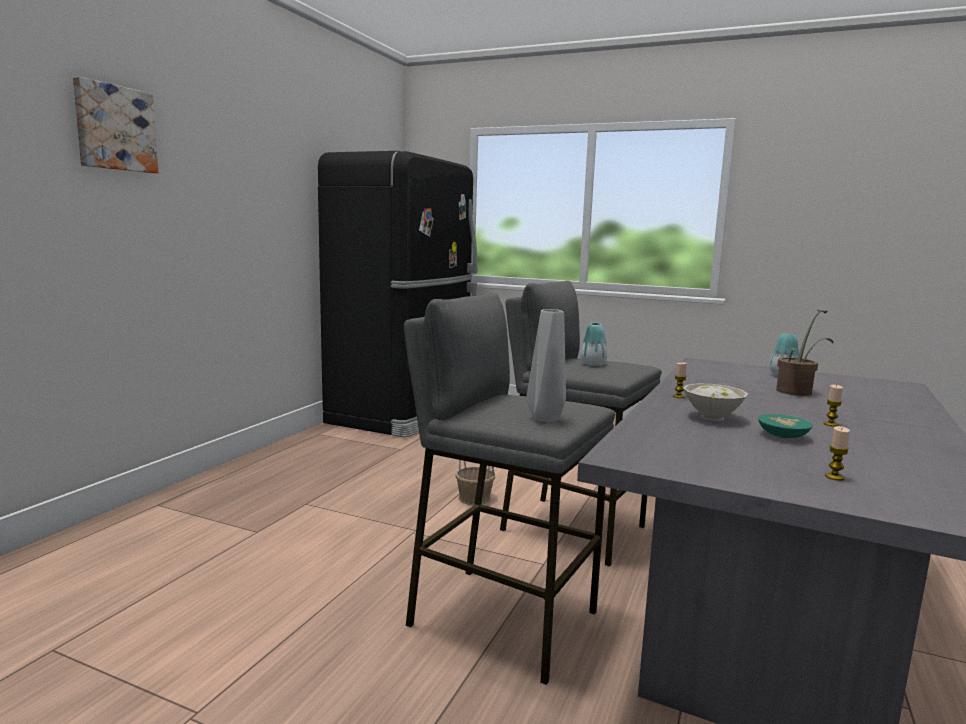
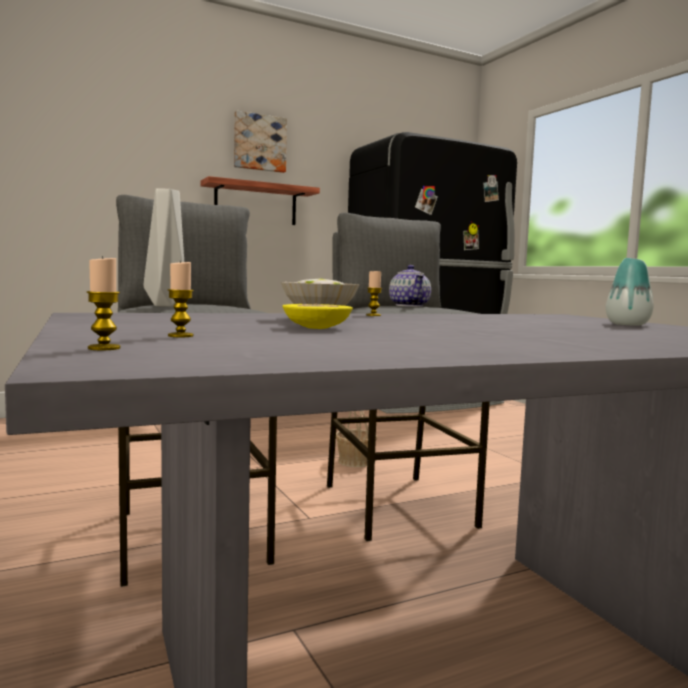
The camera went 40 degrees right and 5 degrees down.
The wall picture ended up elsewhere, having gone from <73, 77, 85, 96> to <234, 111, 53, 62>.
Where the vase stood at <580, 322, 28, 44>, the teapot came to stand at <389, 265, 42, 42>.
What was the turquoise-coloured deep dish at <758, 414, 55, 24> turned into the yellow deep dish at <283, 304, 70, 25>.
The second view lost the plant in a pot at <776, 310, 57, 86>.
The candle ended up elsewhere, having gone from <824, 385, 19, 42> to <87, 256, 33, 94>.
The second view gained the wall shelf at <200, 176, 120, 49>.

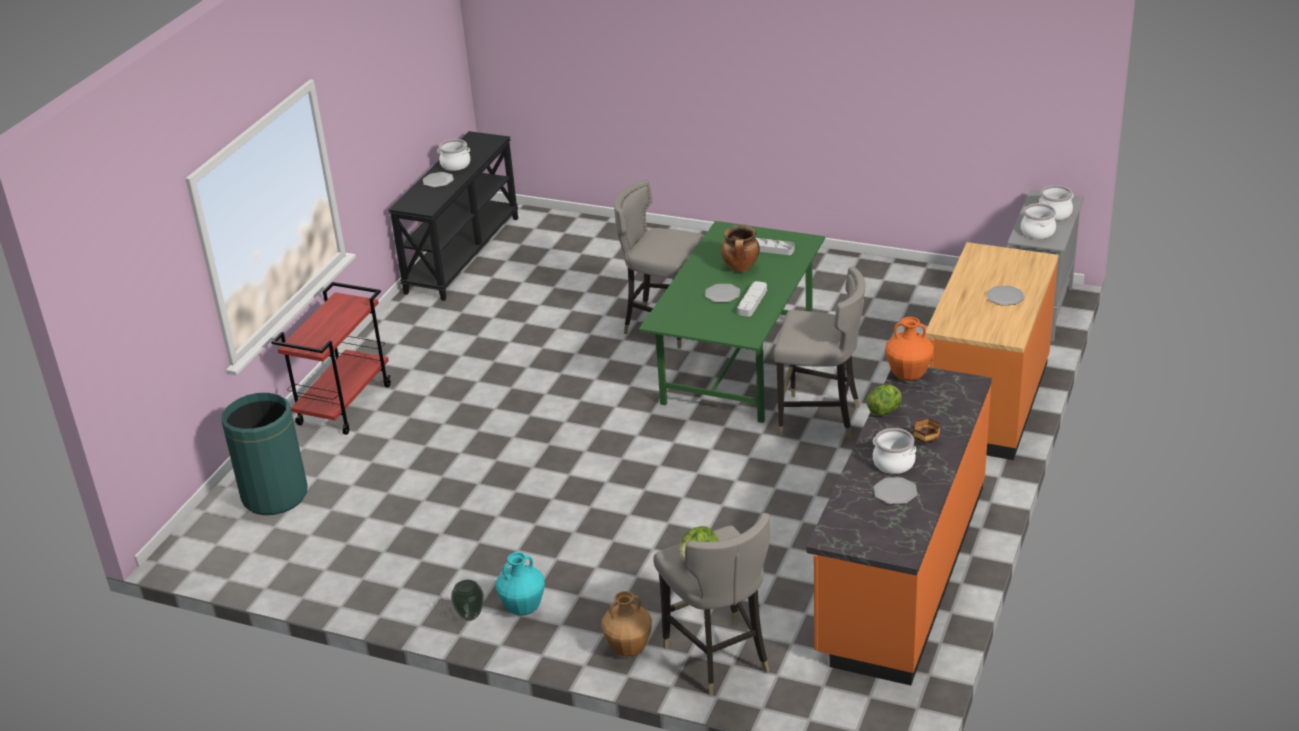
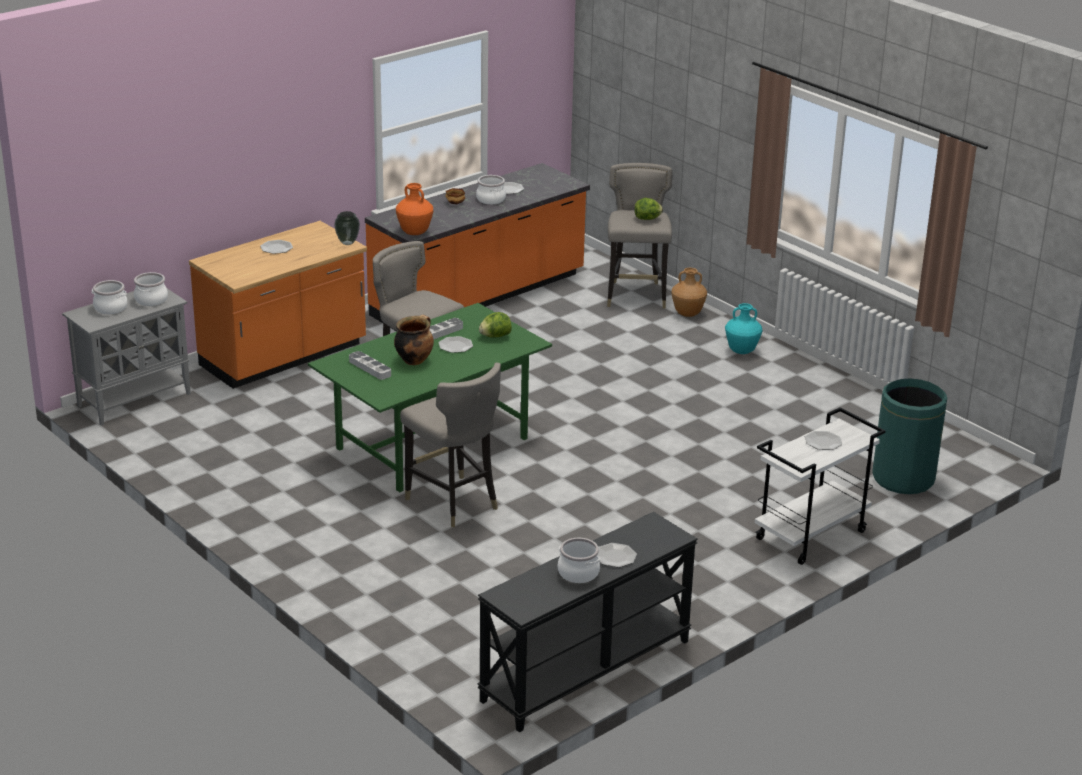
The camera went 155 degrees left and 5 degrees down.
What was the red-coloured wheeled cart at <271, 282, 120, 153> turned into the white-coloured wheeled cart at <755, 407, 130, 158>.
The vase ended up elsewhere, having gone from <451, 580, 33, 41> to <334, 211, 26, 34>.
The lettuce head ended up elsewhere, having gone from <866, 384, 36, 32> to <479, 312, 33, 26>.
The second view gained the plate at <805, 431, 37, 19>.

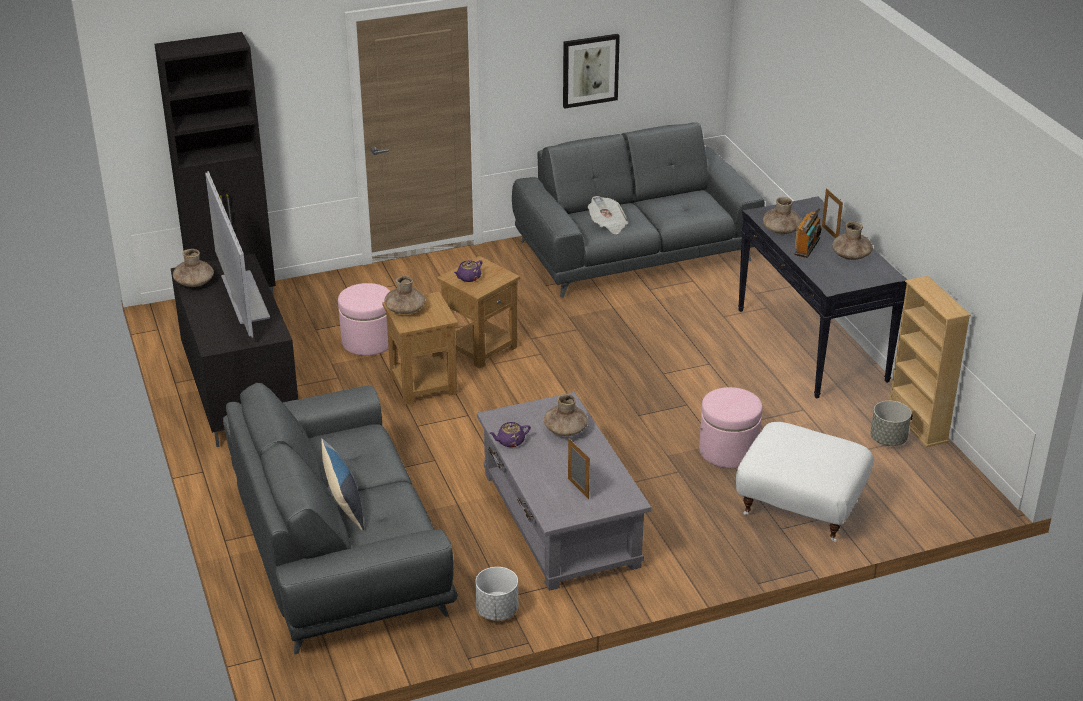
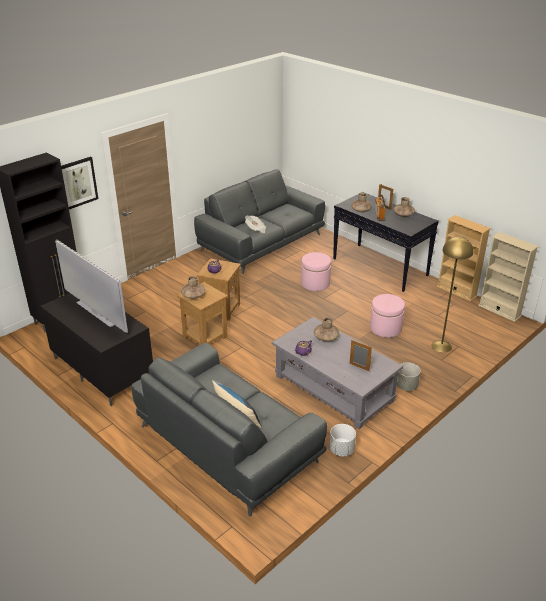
The camera went 25 degrees left and 0 degrees up.
The second view lost the brown-coloured vase at <173, 249, 41, 38>.
The pink-coloured pouffe ended up elsewhere, having gone from <338, 283, 52, 73> to <301, 252, 30, 39>.
The wall picture ended up elsewhere, having gone from <563, 34, 57, 75> to <61, 156, 37, 53>.
Where the white-coloured pouffe stood at <736, 422, 138, 120>, the yellow standard lamp came to stand at <431, 237, 42, 116>.
The greyish flower pot ended up elsewhere, having gone from <871, 401, 41, 45> to <397, 362, 23, 29>.
The second view gained the beige-coloured bookcase at <478, 232, 61, 90>.

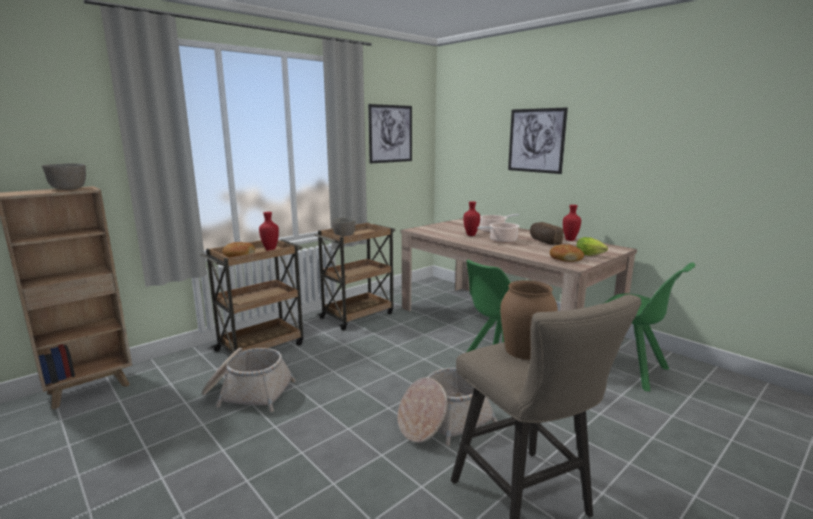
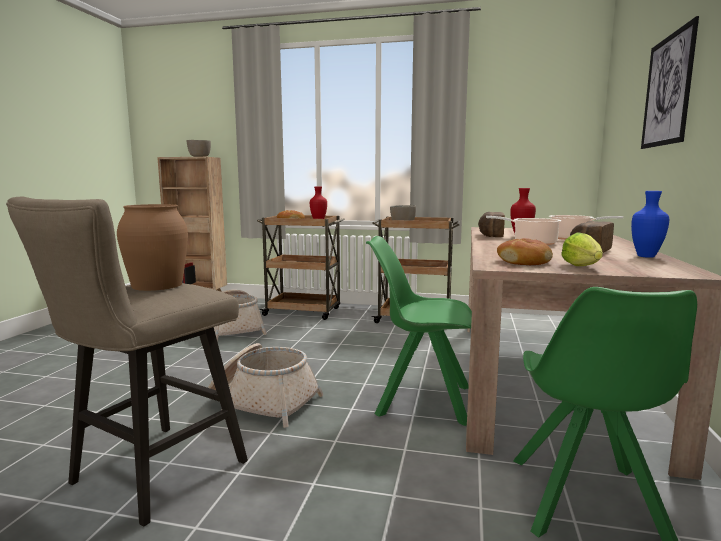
The camera went 55 degrees right and 5 degrees down.
The second view lost the wall picture at <368, 104, 44, 60>.
What was the red-coloured vase at <563, 205, 18, 36> turned into the blue vase at <631, 191, 38, 67>.
The second view gained the baked bread at <478, 212, 27, 25>.

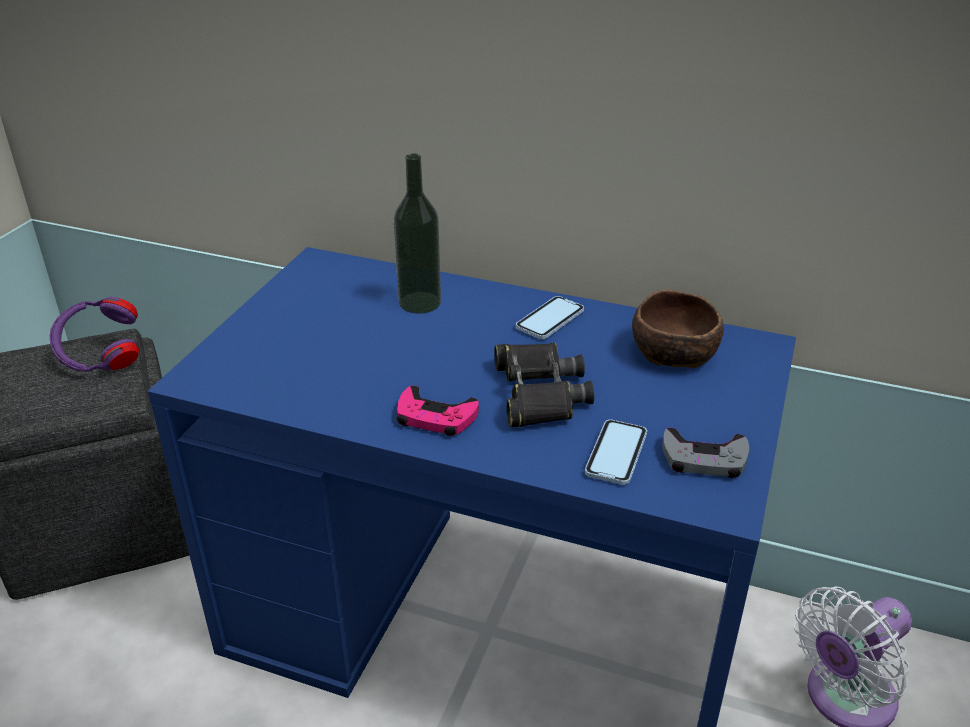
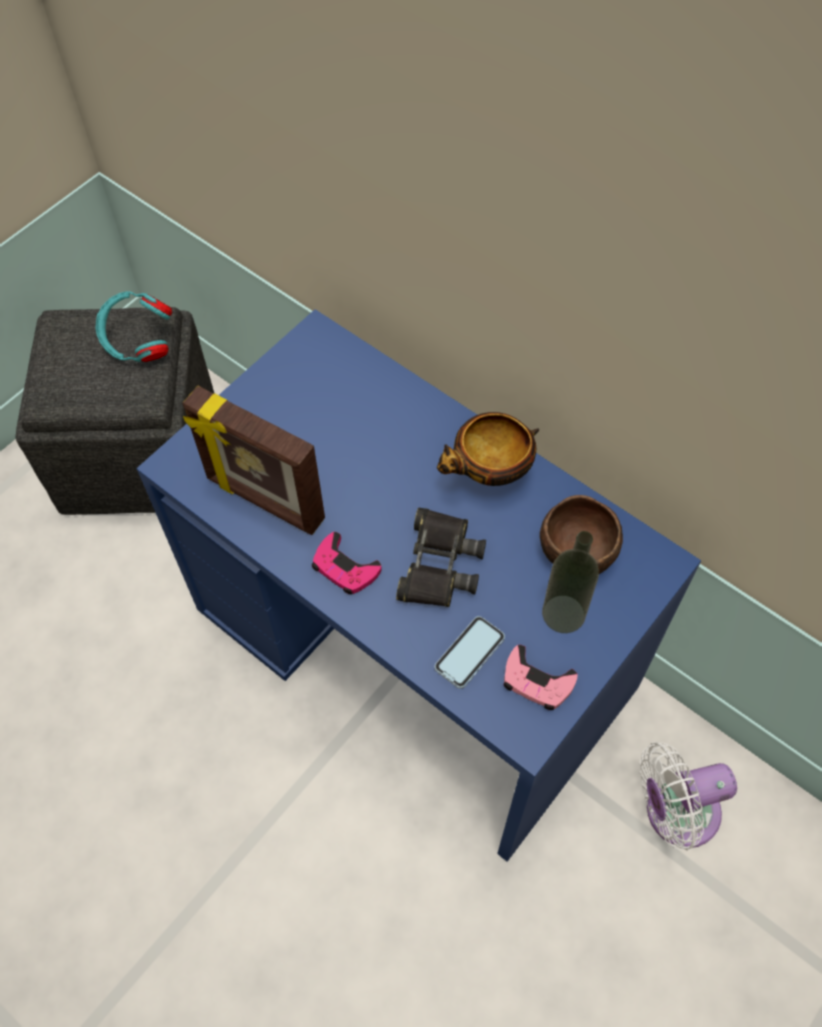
The camera went 20 degrees right and 25 degrees up.
What was the purple headphones at <50, 297, 89, 75> turned into the turquoise-coloured headphones at <95, 291, 77, 71>.
The beverage bottle ended up elsewhere, having gone from <394, 153, 47, 161> to <542, 531, 57, 102>.
Where the telephone stood at <516, 296, 68, 43>, the deep dish came to stand at <437, 412, 102, 74>.
What was the greyish gamepad at <662, 428, 87, 50> turned into the pink-coloured gamepad at <503, 645, 75, 65>.
The second view gained the picture frame at <183, 386, 142, 149>.

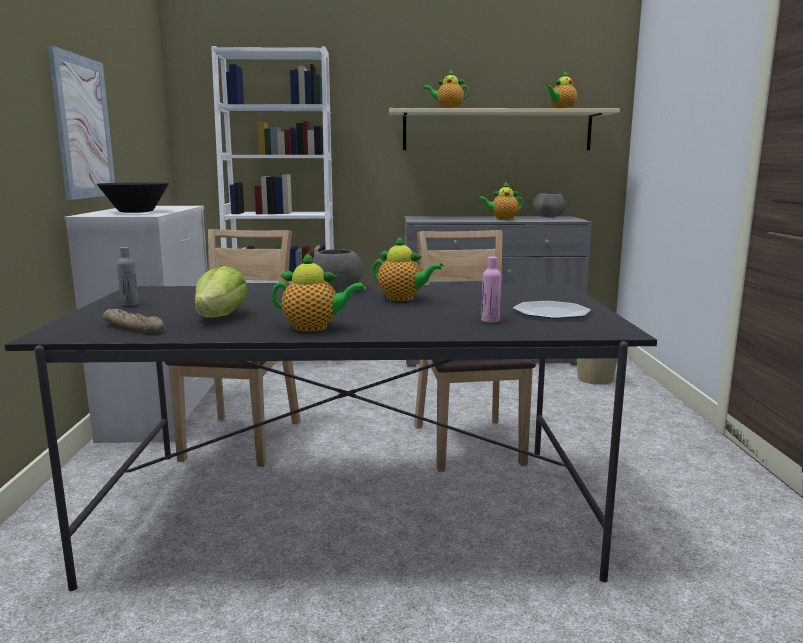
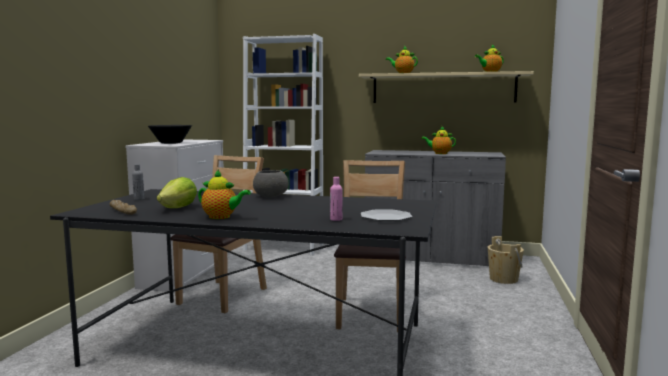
The camera went 15 degrees right and 5 degrees down.
The second view lost the wall picture at <47, 45, 68, 155>.
The second view lost the teapot at <372, 235, 72, 66>.
The second view lost the greyish deep dish at <532, 193, 34, 24>.

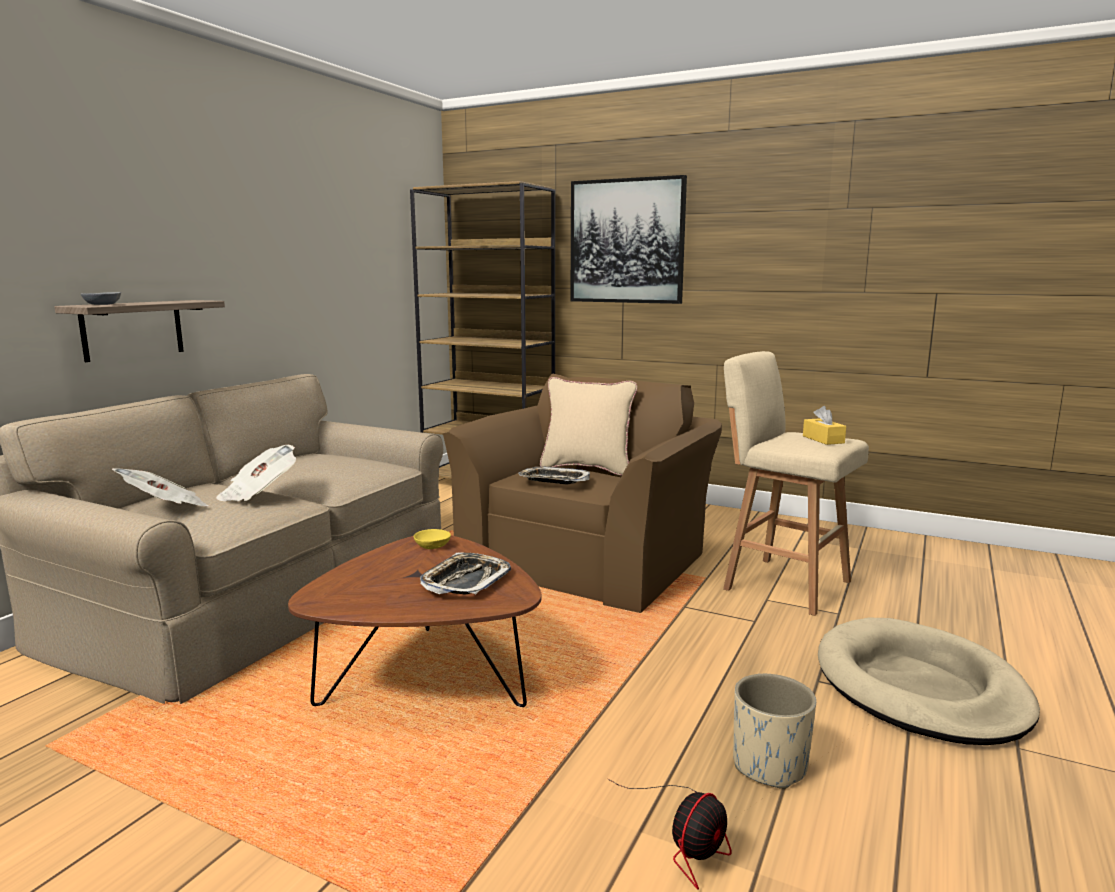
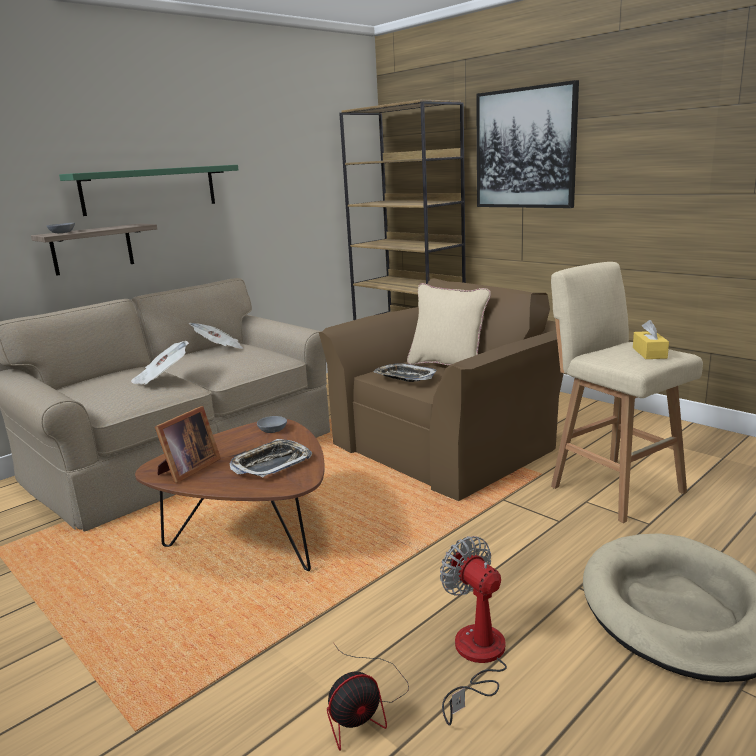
The camera went 20 degrees right and 5 degrees up.
The daily paper ended up elsewhere, having gone from <112, 468, 96, 38> to <189, 323, 55, 26>.
What was the yellow deep dish at <414, 529, 37, 20> turned into the greyish deep dish at <257, 416, 30, 17>.
Where the beige-coloured flower pot stood at <733, 674, 83, 115>, the fan came to stand at <440, 536, 67, 190>.
The second view gained the green wall shelf at <59, 165, 179, 51>.
The second view gained the picture frame at <155, 406, 66, 77>.

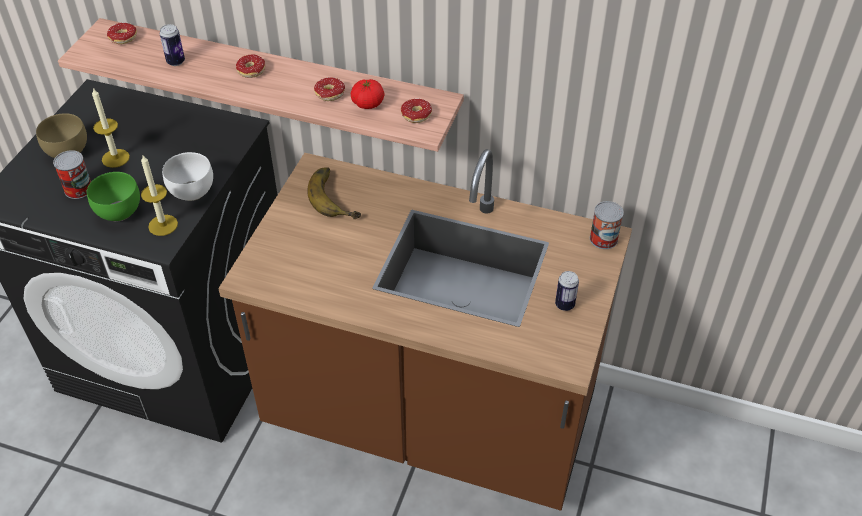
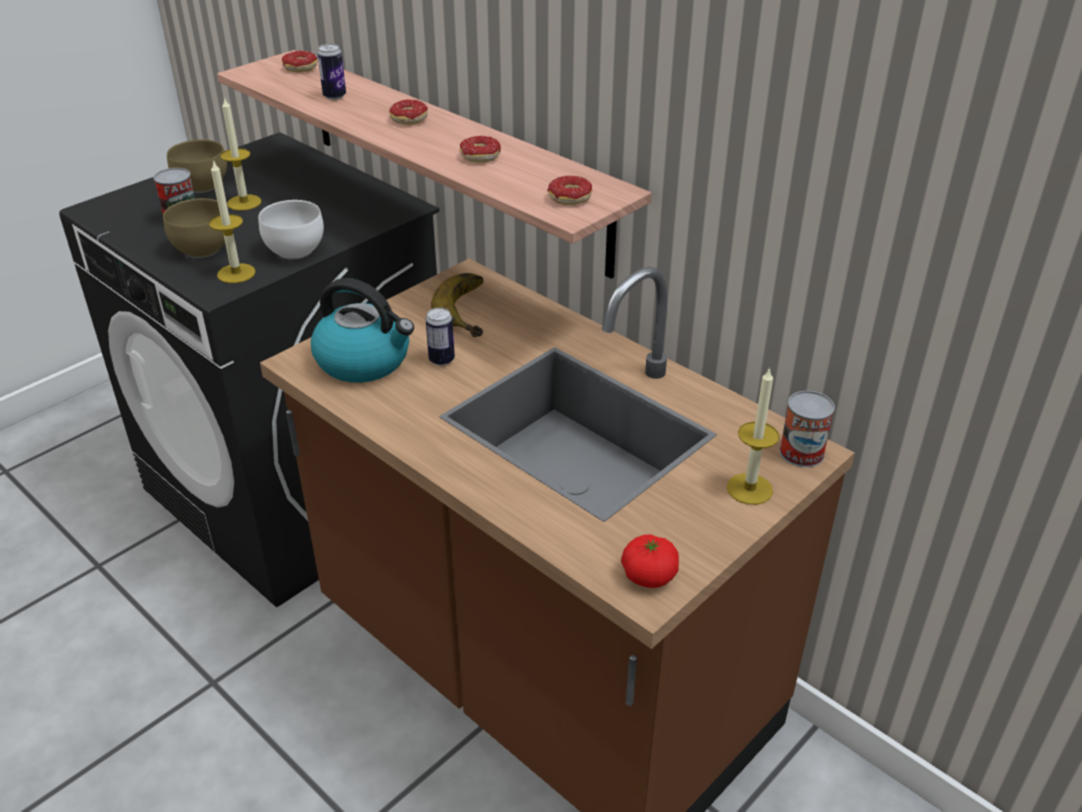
The camera went 25 degrees right and 10 degrees down.
What was the green deep dish at <87, 172, 53, 49> turned into the brown-coloured deep dish at <163, 198, 62, 60>.
The tomato ended up elsewhere, having gone from <351, 79, 33, 30> to <621, 535, 58, 53>.
The sealed can ended up elsewhere, having gone from <555, 271, 24, 40> to <426, 308, 29, 58>.
The second view gained the kettle at <311, 278, 103, 105>.
The second view gained the candle at <727, 367, 52, 138>.

